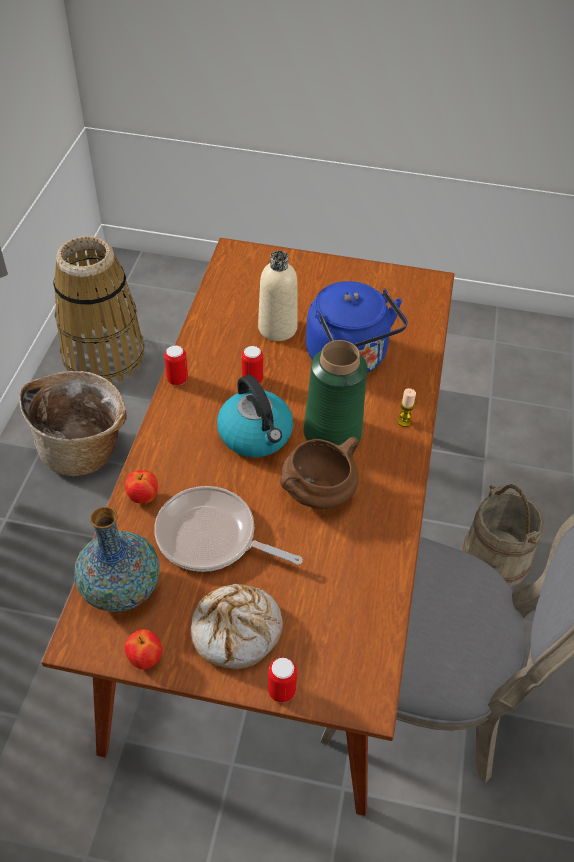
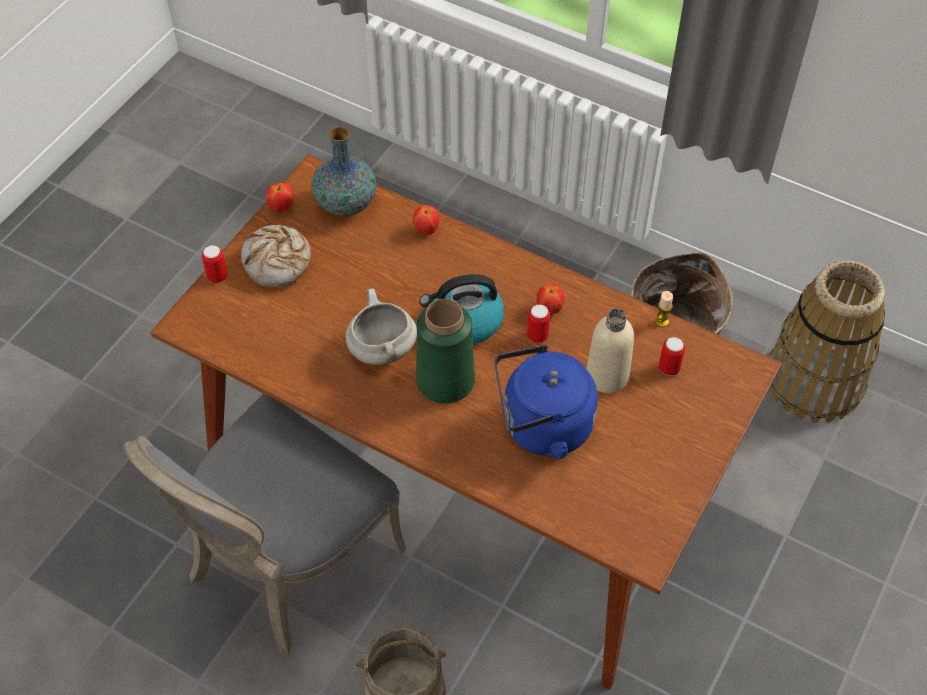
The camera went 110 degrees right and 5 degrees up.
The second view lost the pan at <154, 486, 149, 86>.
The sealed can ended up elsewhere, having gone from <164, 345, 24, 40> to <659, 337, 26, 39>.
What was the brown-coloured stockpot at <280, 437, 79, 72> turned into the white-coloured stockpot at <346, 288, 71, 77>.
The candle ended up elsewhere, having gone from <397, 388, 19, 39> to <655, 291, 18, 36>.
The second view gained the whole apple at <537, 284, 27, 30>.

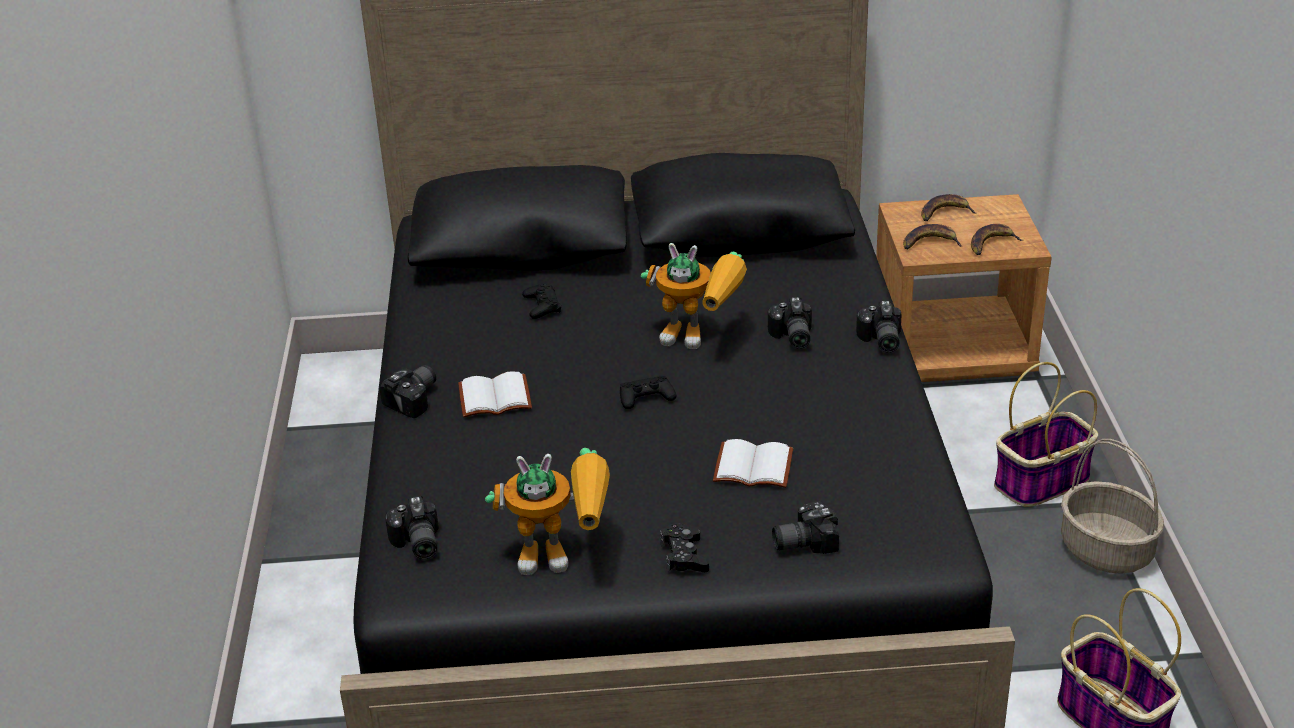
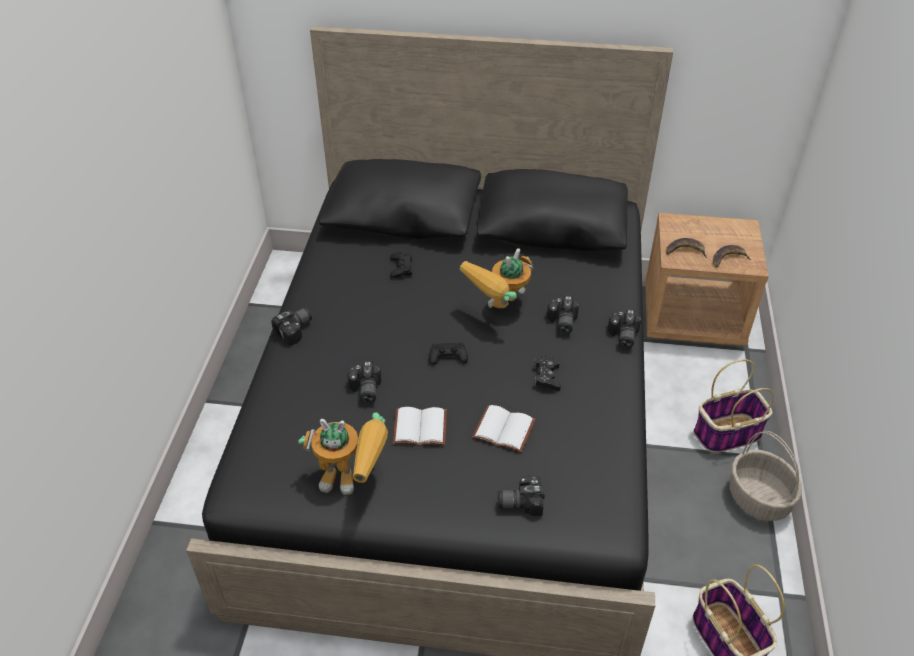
The camera went 10 degrees right and 10 degrees up.
The photo camera ended up elsewhere, having gone from <385, 496, 54, 63> to <347, 361, 34, 43>.
The white-coloured bound book ended up elsewhere, having gone from <458, 371, 74, 47> to <393, 407, 54, 39>.
The robot figure at <641, 243, 106, 106> ended up facing another way, 105 degrees clockwise from before.
The blackish gamepad ended up elsewhere, having gone from <660, 523, 49, 49> to <534, 356, 27, 35>.
The second view lost the banana at <921, 194, 55, 27>.

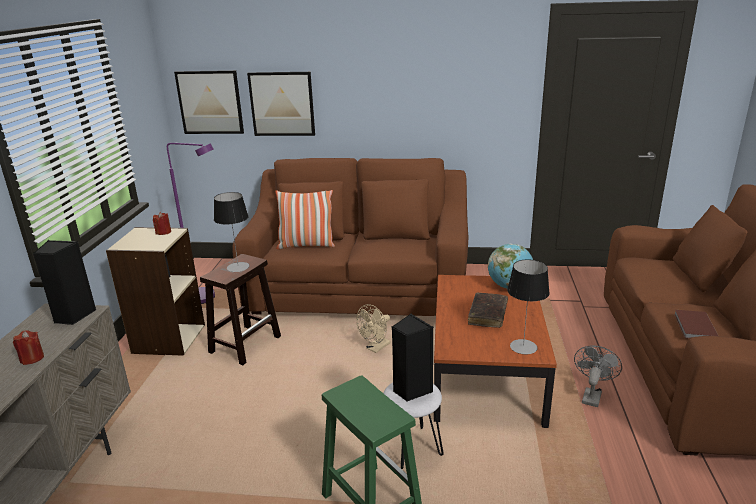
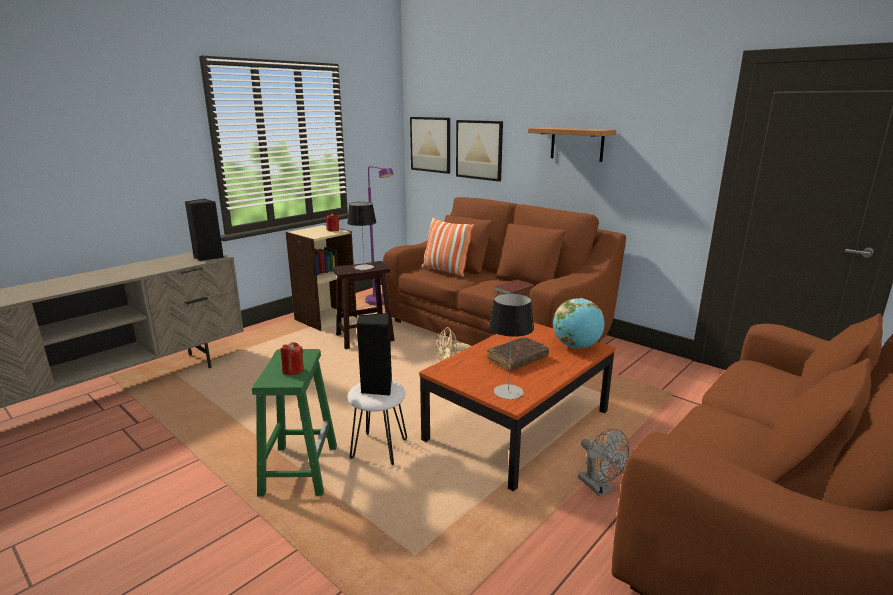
The camera went 35 degrees right and 5 degrees down.
The red-coloured candle ended up elsewhere, having gone from <13, 330, 31, 35> to <280, 342, 24, 33>.
The greyish fan at <574, 346, 48, 61> ended up facing another way, 90 degrees clockwise from before.
The brown-coloured bound book ended up elsewhere, having gone from <674, 310, 44, 29> to <494, 279, 40, 14>.
The second view gained the wall shelf at <528, 127, 88, 35>.

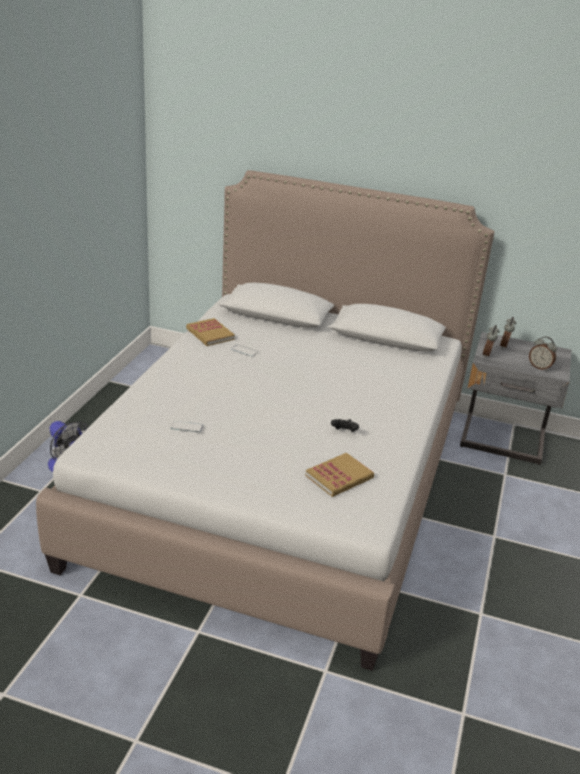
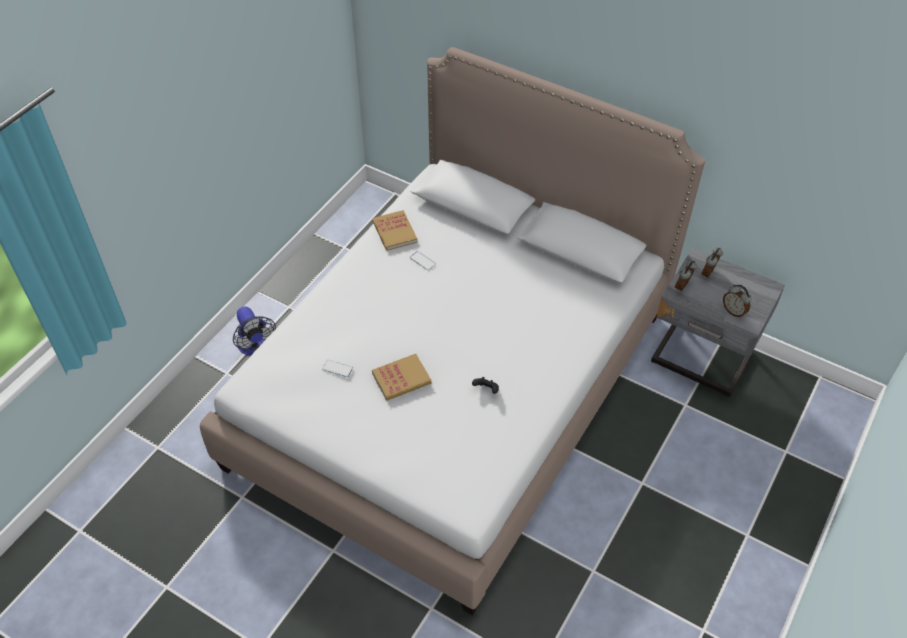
The camera went 15 degrees right and 20 degrees up.
The bound book ended up elsewhere, having gone from <305, 453, 69, 44> to <372, 354, 60, 47>.

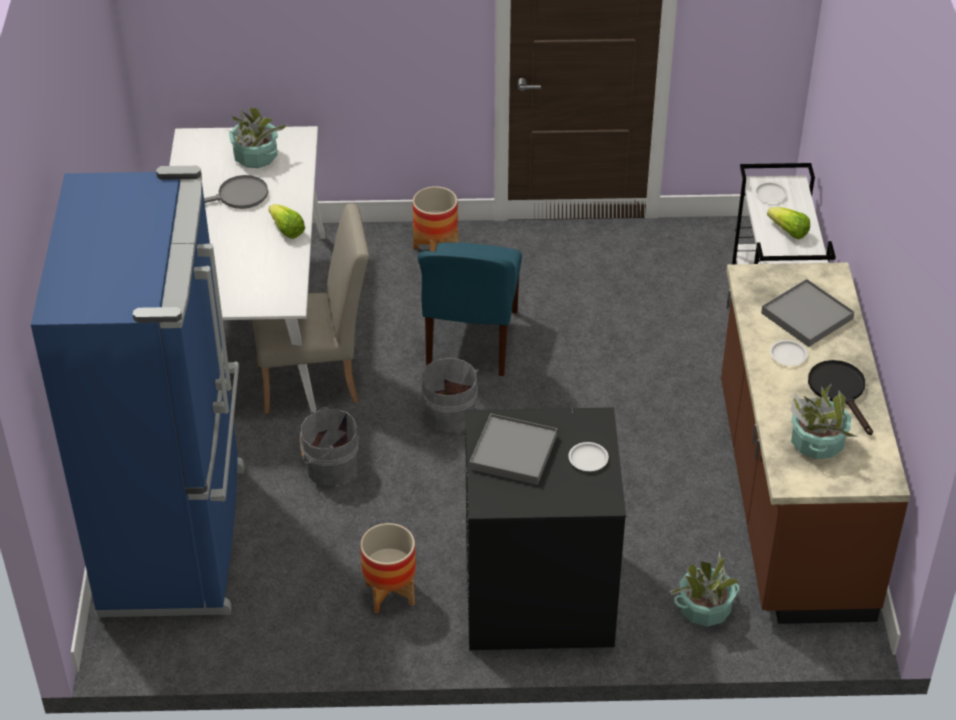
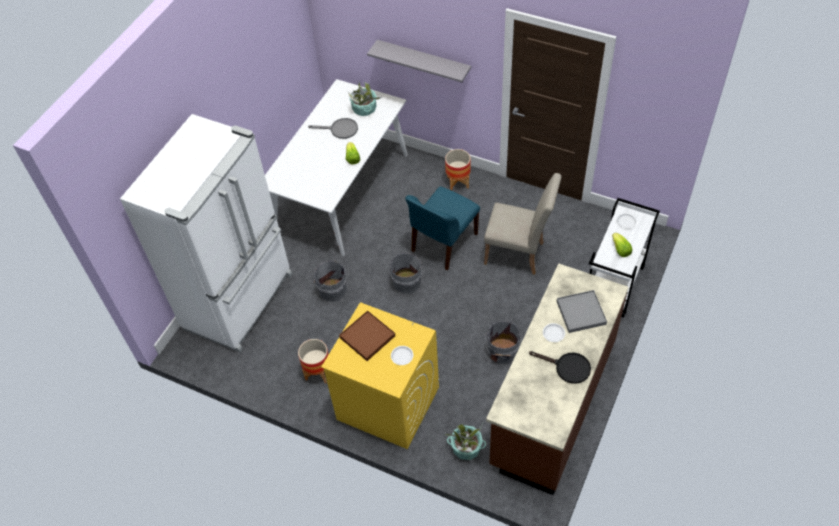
The camera went 30 degrees right and 10 degrees up.
What was the blue refrigerator at <31, 166, 213, 451> turned into the white-coloured refrigerator at <120, 114, 173, 238>.
The beige-coloured upright chair ended up elsewhere, having gone from <252, 204, 117, 210> to <484, 173, 78, 102>.
What was the blackish laundry appliance at <465, 407, 161, 243> turned into the yellow laundry appliance at <321, 302, 118, 147>.
What was the greyish carrying tray at <469, 414, 88, 71> turned into the brown-coloured carrying tray at <339, 311, 56, 50>.
The second view lost the plant in a pot at <790, 384, 68, 75>.
The blackish pan at <808, 360, 65, 75> ended up facing another way, 105 degrees clockwise from before.
The second view gained the greyish wall shelf at <367, 40, 104, 43>.
The second view gained the greyish water bucket at <485, 321, 37, 43>.

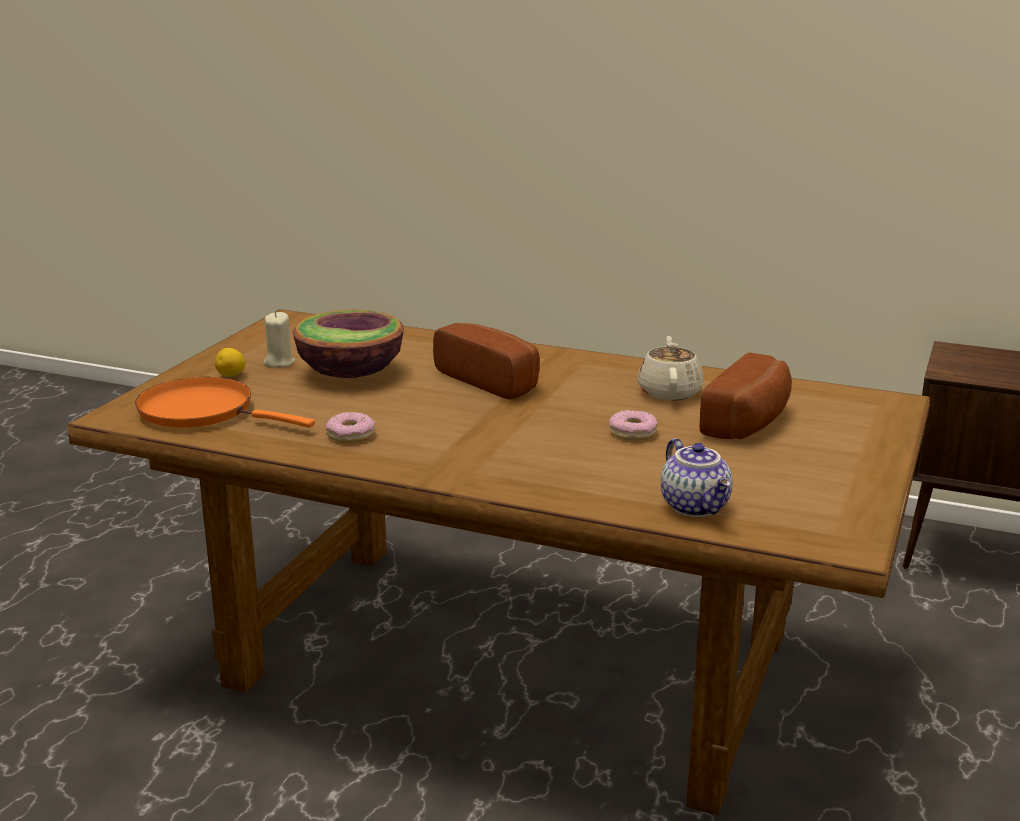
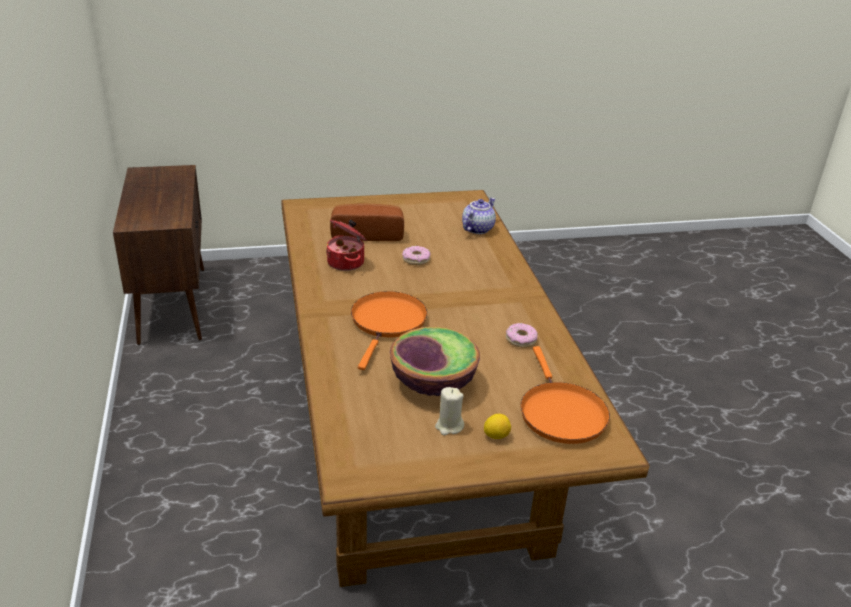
The camera went 125 degrees left and 10 degrees up.
Where the baked bread stood at <433, 323, 107, 76>, the orangey pan came to stand at <351, 291, 76, 79>.
Where the beige-coloured teapot stood at <637, 336, 67, 65>, the stockpot came to stand at <326, 220, 41, 51>.

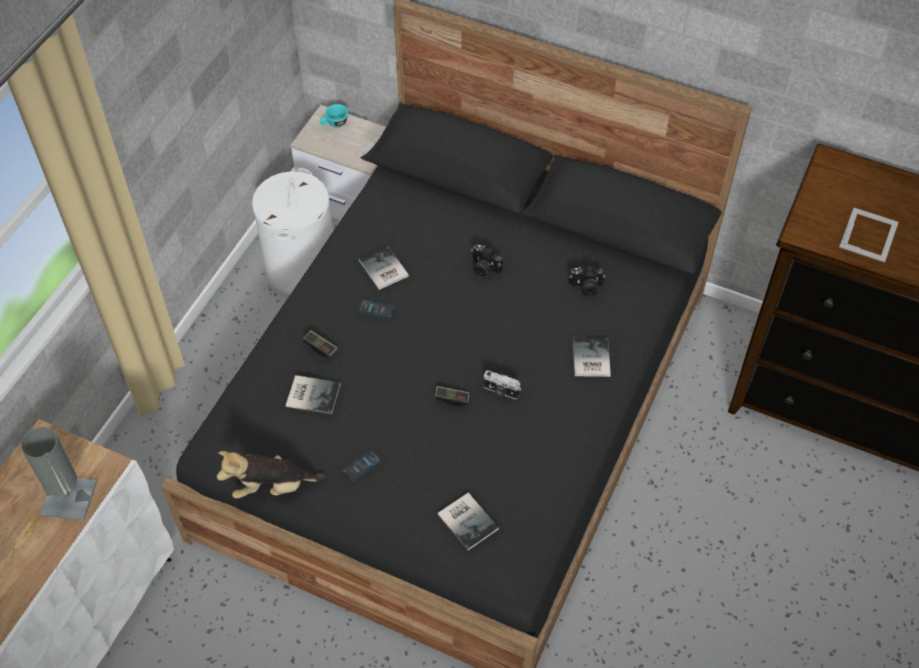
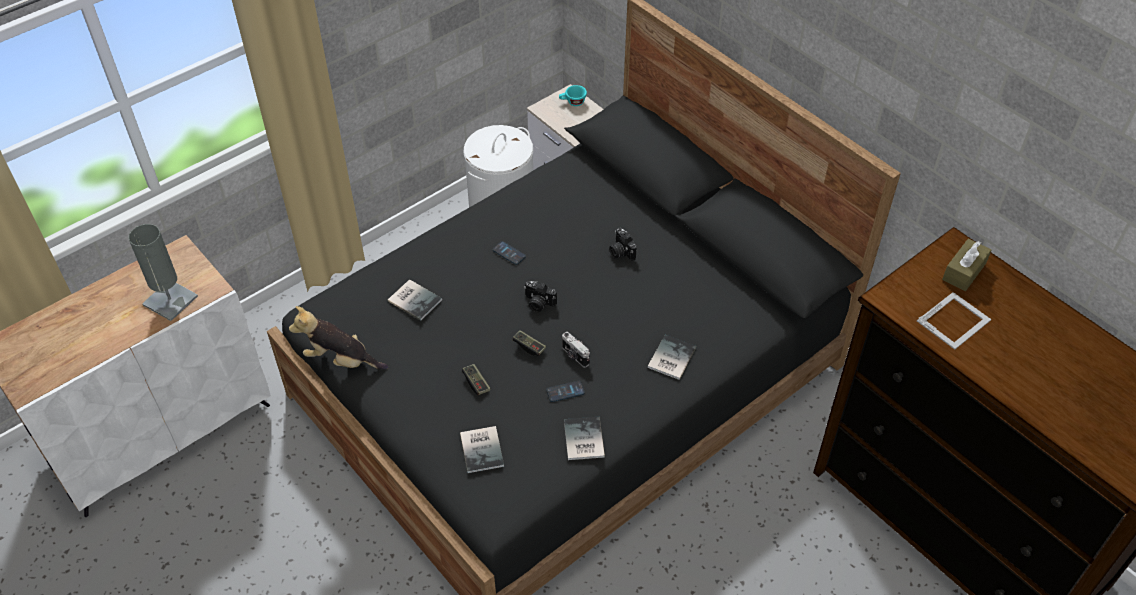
The camera went 25 degrees right and 5 degrees down.
The gamepad ended up elsewhere, having gone from <302, 330, 36, 28> to <462, 364, 29, 31>.
The telephone ended up elsewhere, having gone from <342, 449, 39, 33> to <546, 381, 39, 21>.
The bound book ended up elsewhere, having gone from <359, 246, 50, 44> to <564, 417, 41, 43>.
The photo camera ended up elsewhere, having gone from <569, 266, 36, 31> to <524, 281, 33, 31>.
The second view gained the brown-coloured tissue box at <942, 239, 49, 52>.

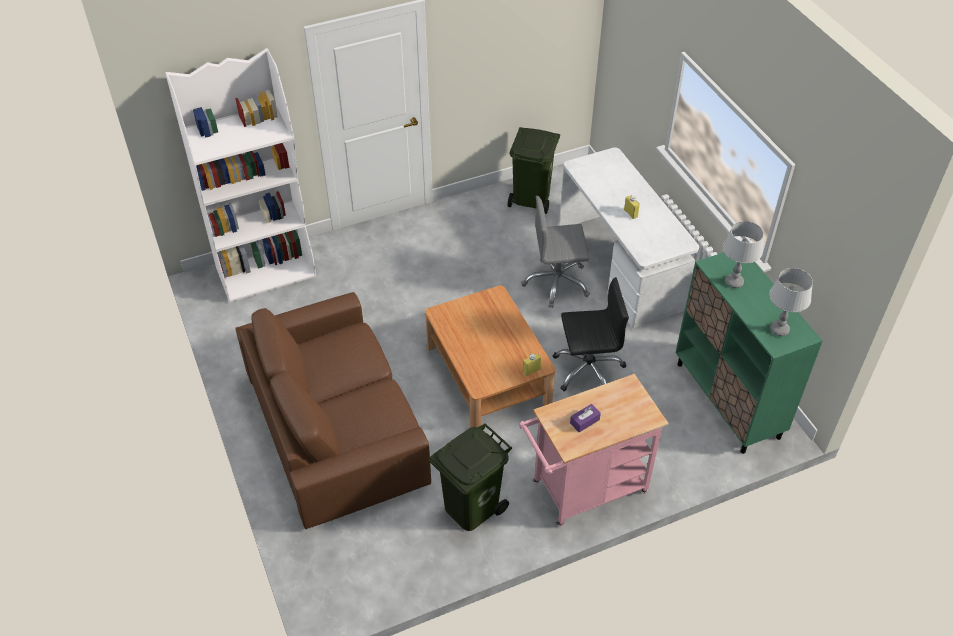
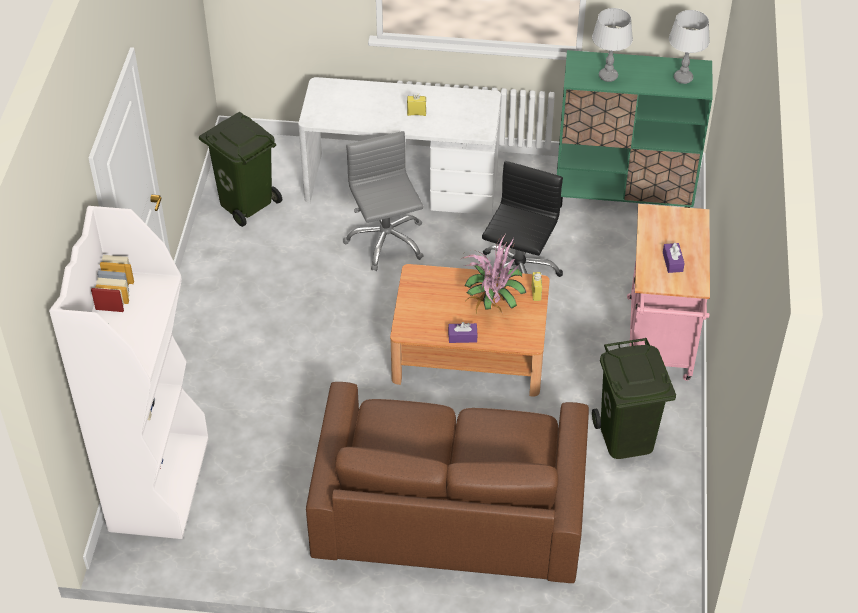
The camera went 60 degrees left and 0 degrees up.
The greyish computer chair at <521, 196, 69, 112> ended up facing another way, 135 degrees clockwise from before.
The second view gained the purple tissue box at <448, 322, 30, 21>.
The second view gained the plant in a pot at <461, 232, 65, 83>.

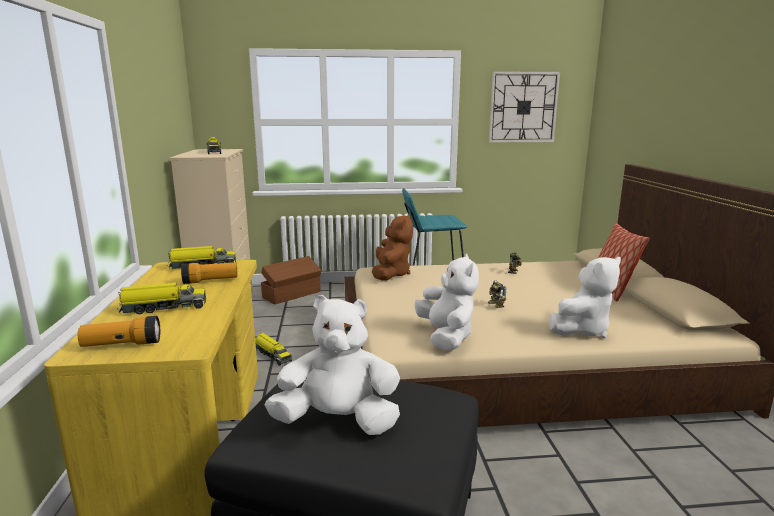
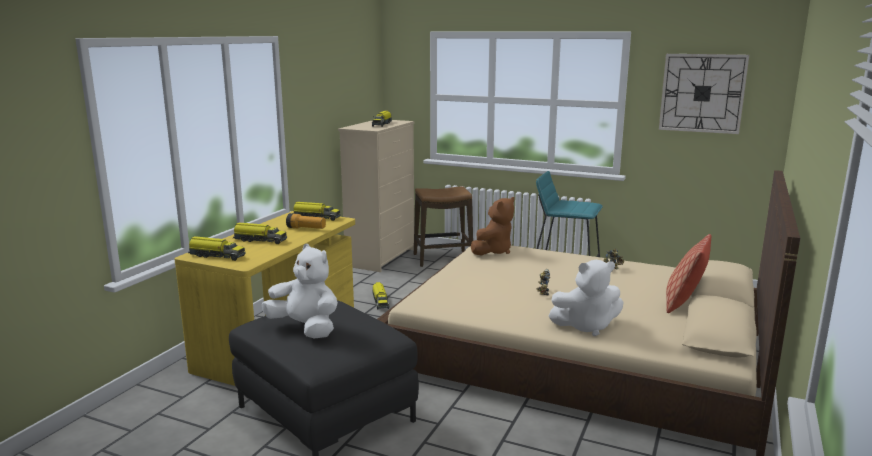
The camera went 30 degrees right and 0 degrees up.
Where the hand torch stood at <78, 316, 82, 31>, the toy lorry came to stand at <188, 236, 58, 25>.
Where the brown-coloured storage box stood at <261, 256, 61, 48>, the stool came to stand at <414, 186, 59, 81>.
The second view lost the white-coloured cuddly toy at <415, 253, 64, 98>.

